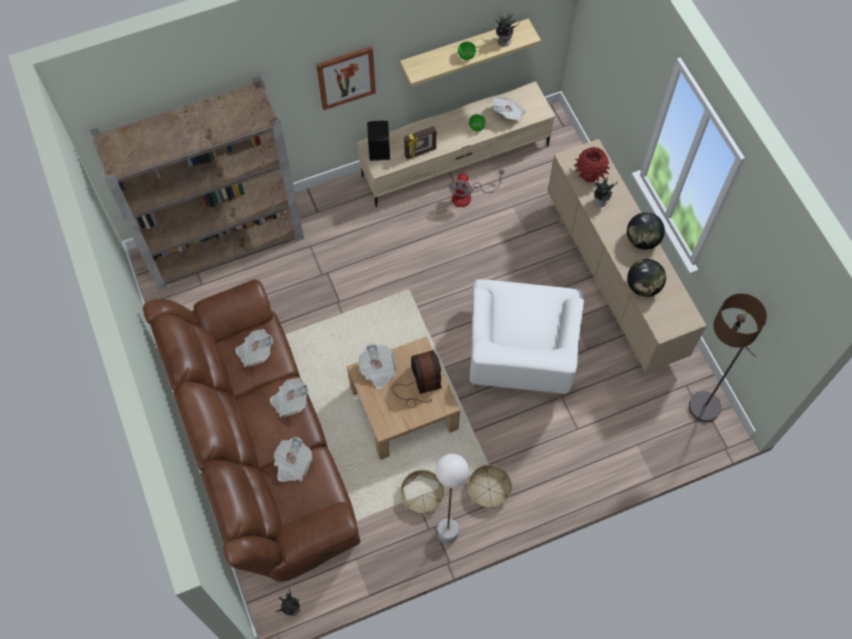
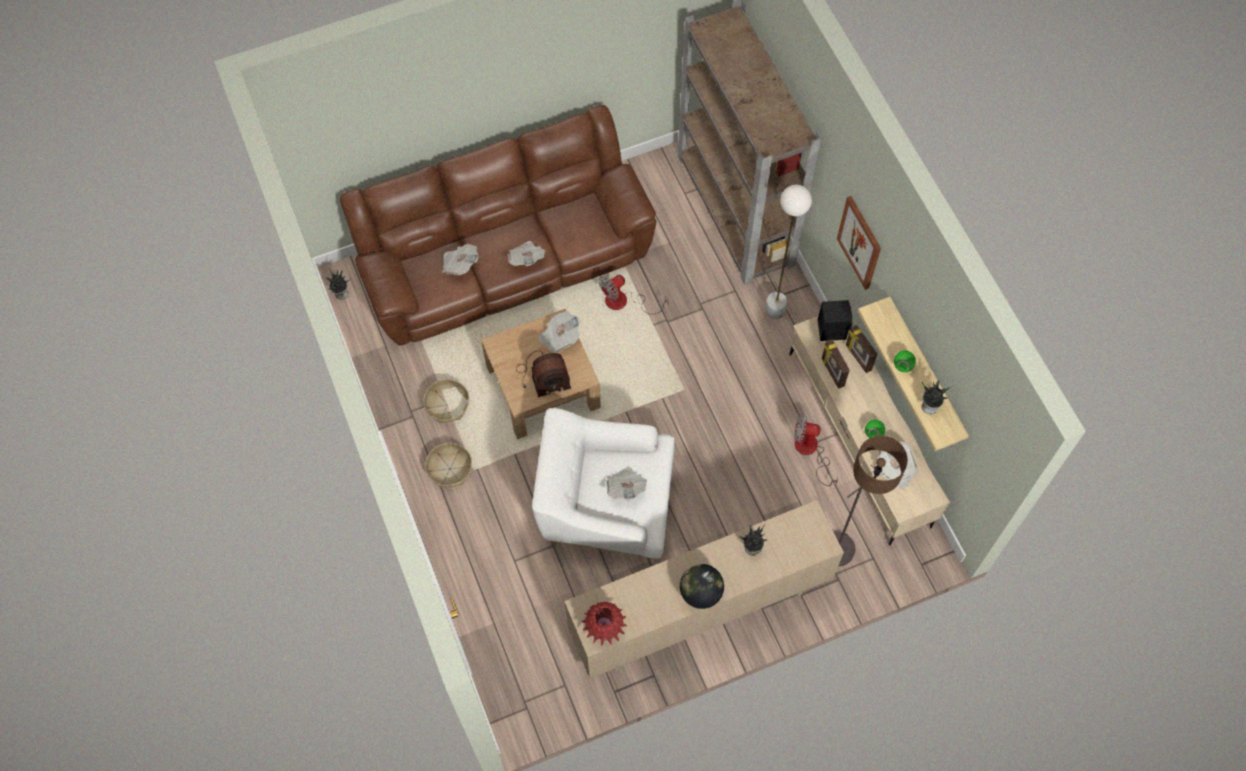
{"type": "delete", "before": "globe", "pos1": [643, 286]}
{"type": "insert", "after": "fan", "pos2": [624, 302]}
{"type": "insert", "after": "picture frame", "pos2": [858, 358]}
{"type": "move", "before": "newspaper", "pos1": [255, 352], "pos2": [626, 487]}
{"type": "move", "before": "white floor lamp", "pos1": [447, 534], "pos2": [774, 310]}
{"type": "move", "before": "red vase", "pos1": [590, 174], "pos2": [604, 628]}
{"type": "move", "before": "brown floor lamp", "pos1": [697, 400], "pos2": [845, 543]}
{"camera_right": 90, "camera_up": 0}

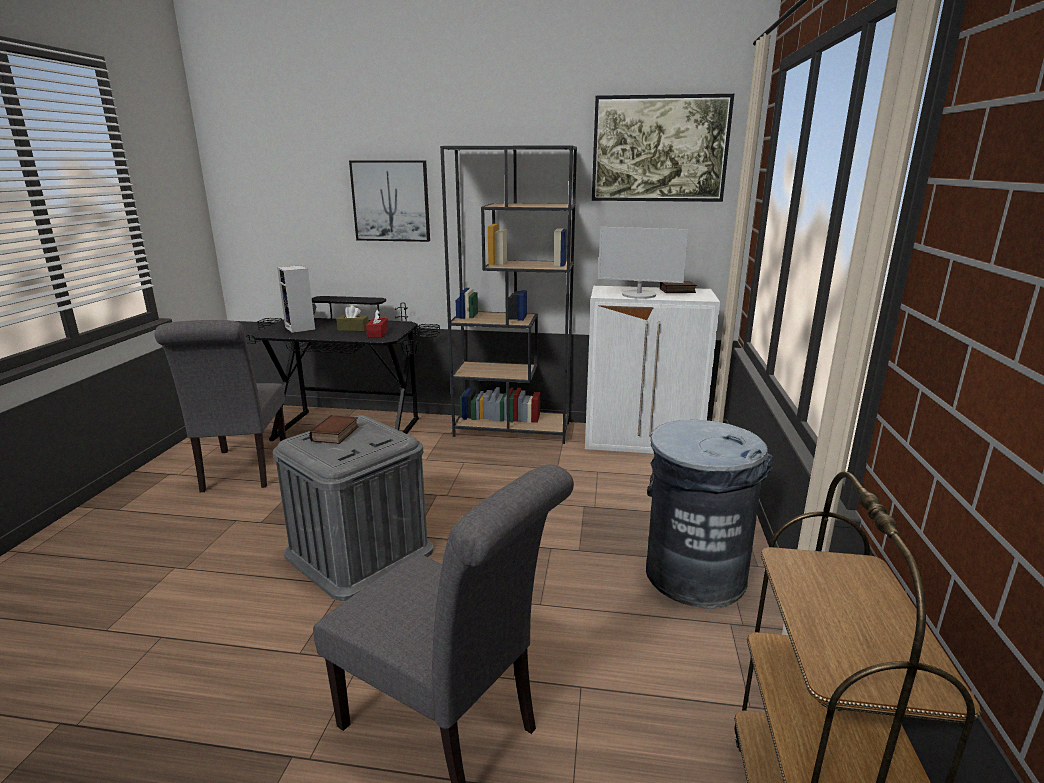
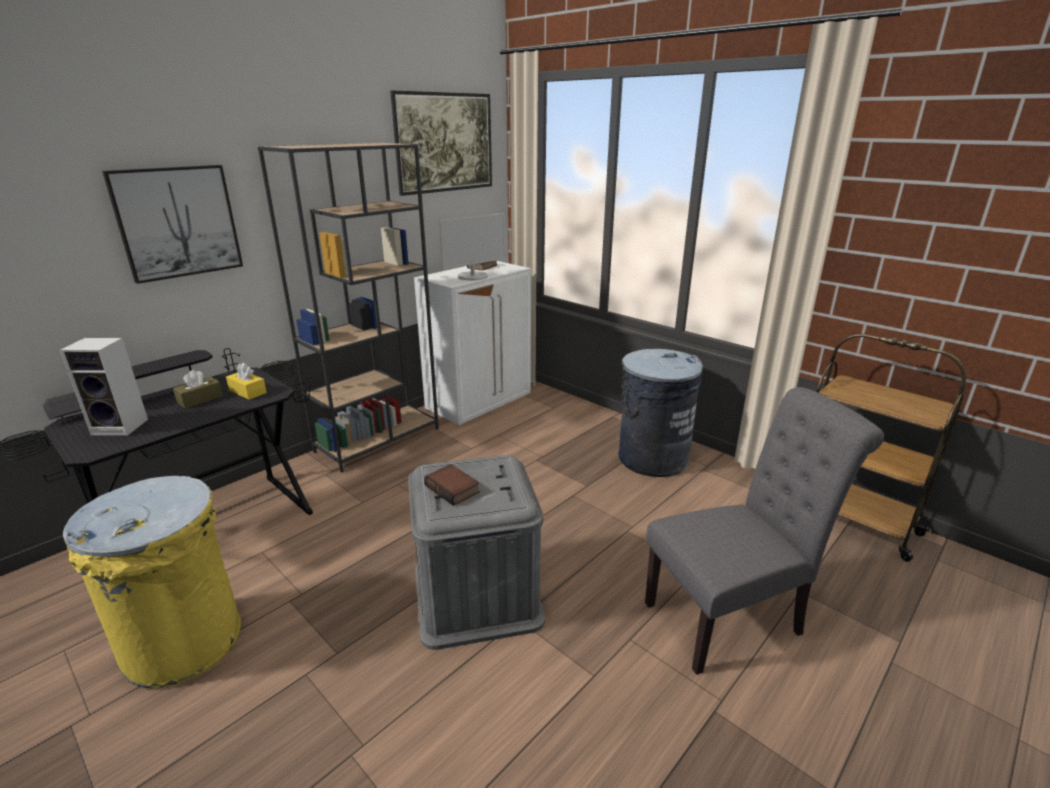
{"type": "replace", "before": "grey chair", "after": "yellow trash can", "pos1": [243, 471], "pos2": [185, 642]}
{"type": "recolor", "before": "red tissue box", "after": "yellow tissue box", "pos1": [378, 333], "pos2": [247, 392]}
{"camera_right": -55, "camera_up": 5}

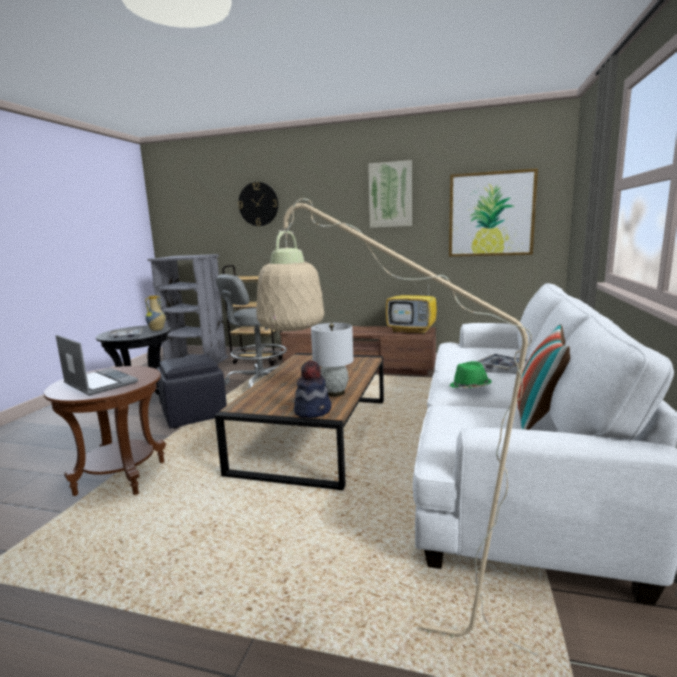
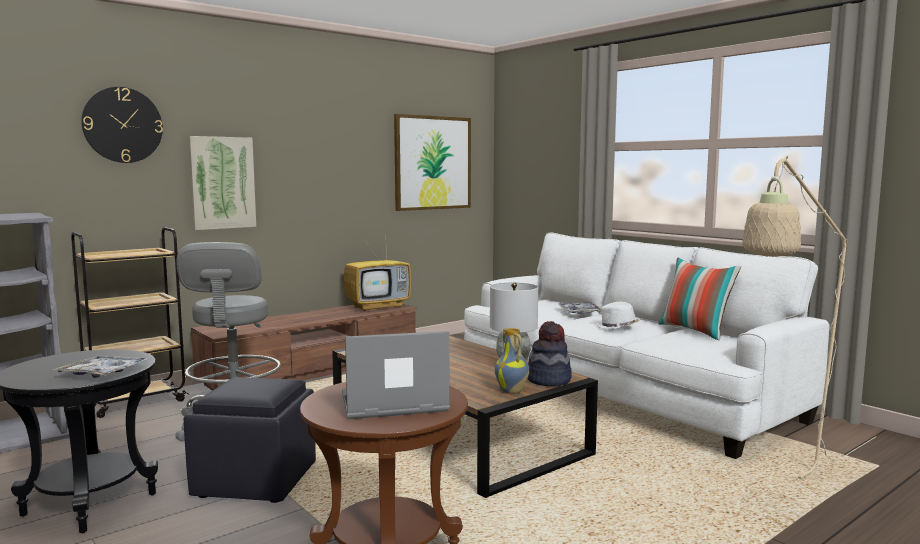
{"type": "move", "before": "vase", "pos1": [157, 330], "pos2": [512, 391]}
{"type": "move", "before": "picture", "pos1": [390, 195], "pos2": [222, 183]}
{"type": "recolor", "before": "green hat", "after": "white hat", "pos1": [469, 387], "pos2": [617, 327]}
{"camera_right": -55, "camera_up": -5}

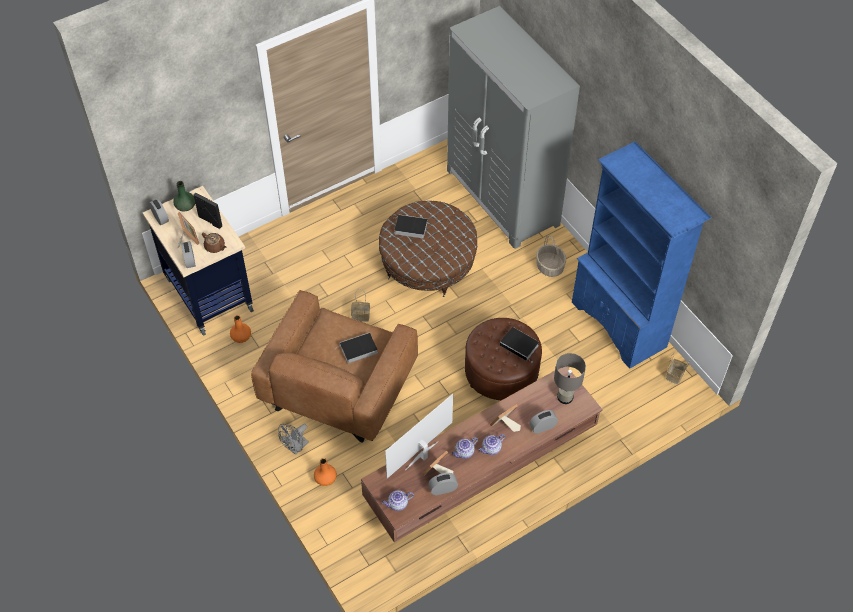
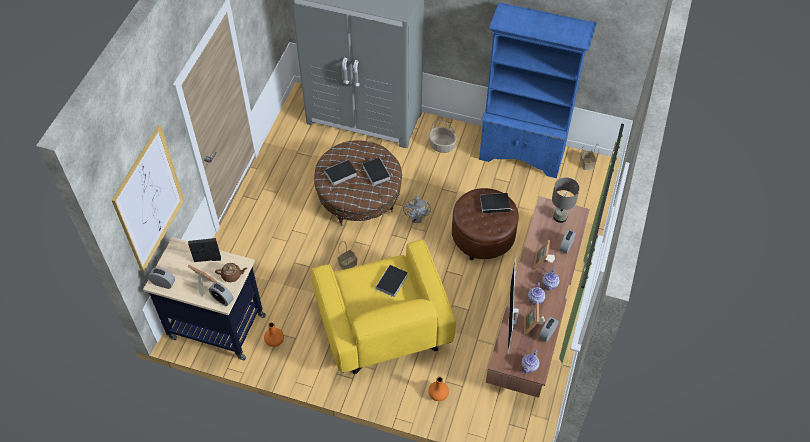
{"type": "delete", "before": "green vase", "pos1": [186, 206]}
{"type": "insert", "after": "picture", "pos2": [149, 199]}
{"type": "insert", "after": "book", "pos2": [375, 172]}
{"type": "move", "before": "grey fan", "pos1": [296, 448], "pos2": [417, 218]}
{"type": "recolor", "before": "brown armchair", "after": "yellow armchair", "pos1": [338, 388], "pos2": [383, 325]}
{"camera_right": -40, "camera_up": 0}

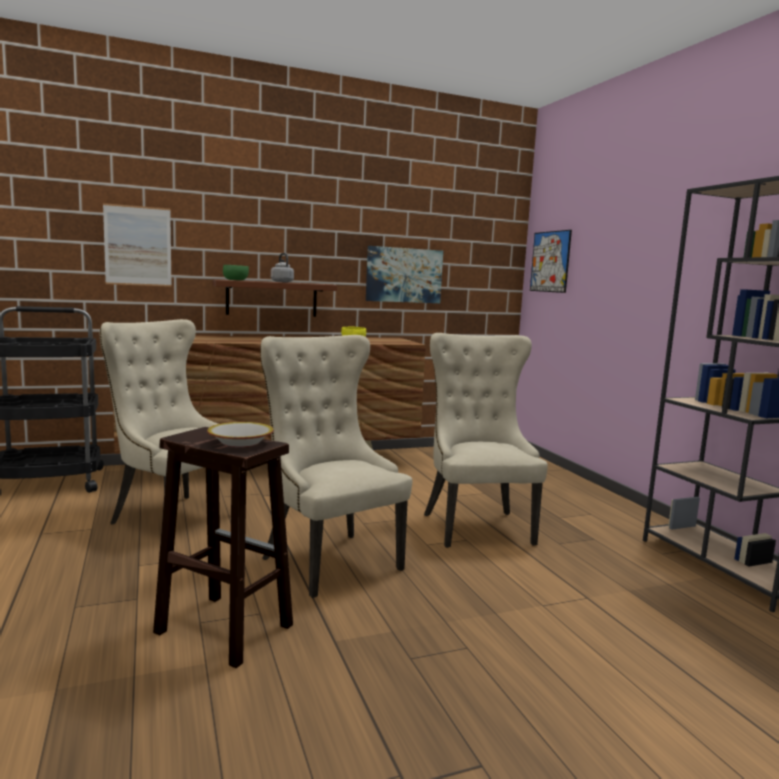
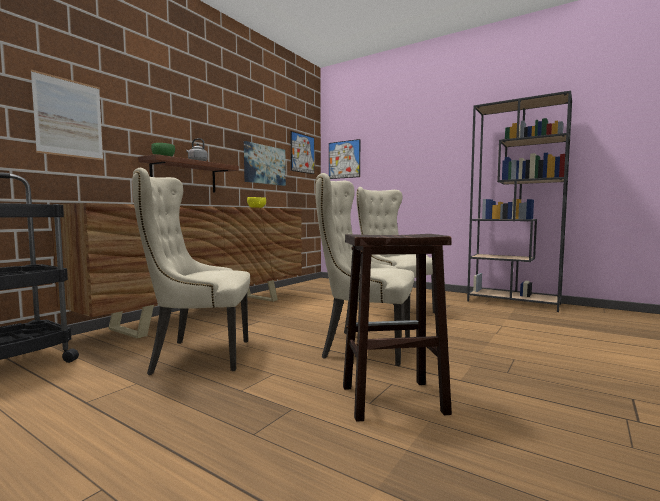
{"type": "delete", "before": "bowl", "pos1": [240, 442]}
{"type": "insert", "after": "picture", "pos2": [302, 153]}
{"camera_right": -35, "camera_up": -5}

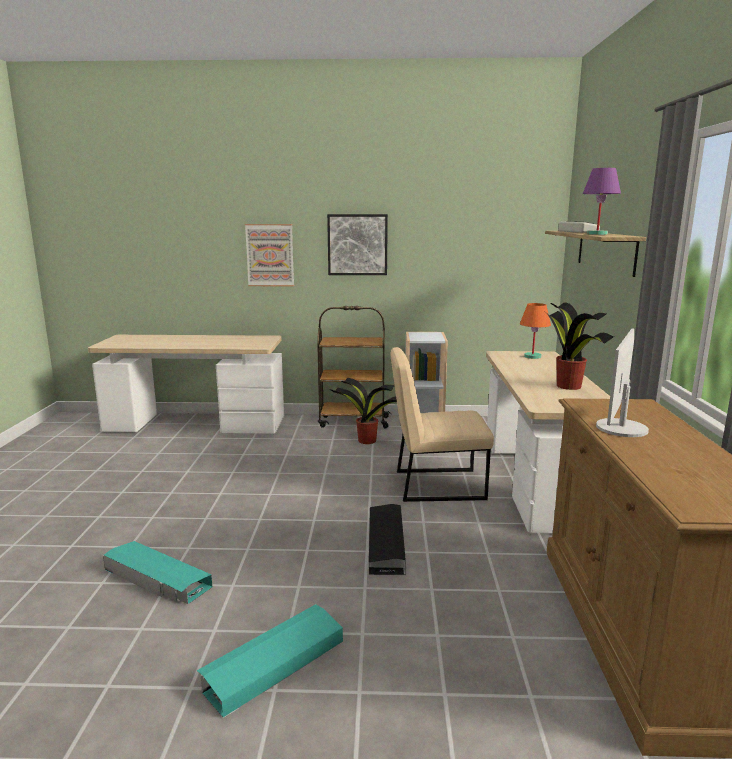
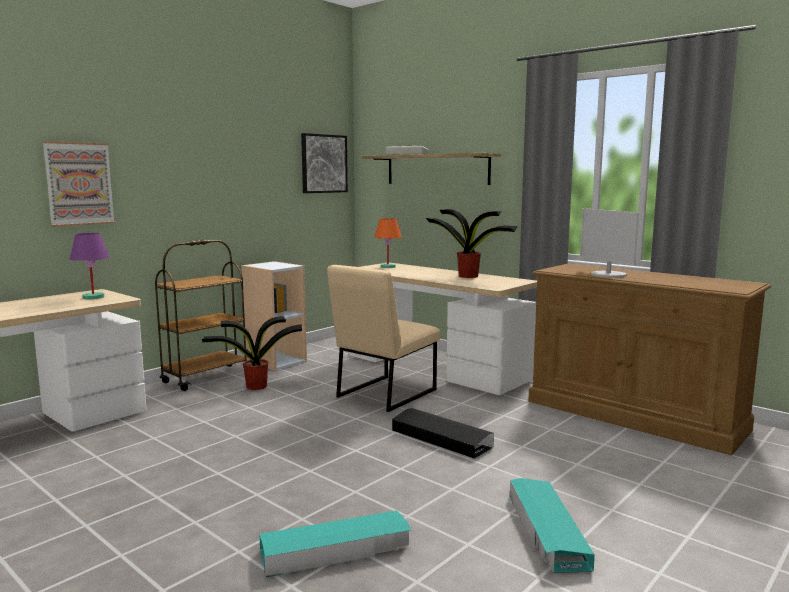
{"type": "move", "before": "picture", "pos1": [357, 244], "pos2": [323, 163]}
{"type": "move", "before": "purple table lamp", "pos1": [597, 234], "pos2": [93, 297]}
{"camera_right": -50, "camera_up": -5}

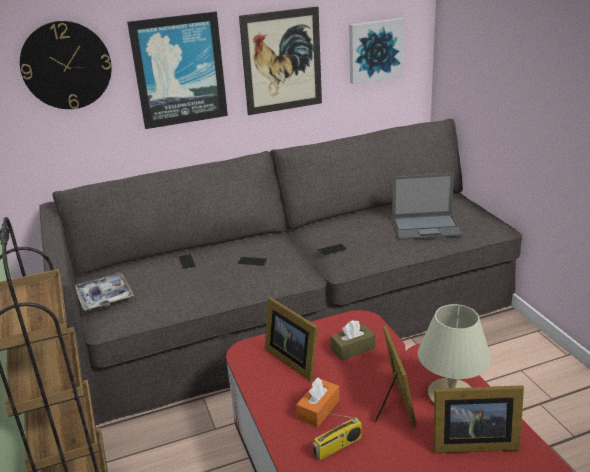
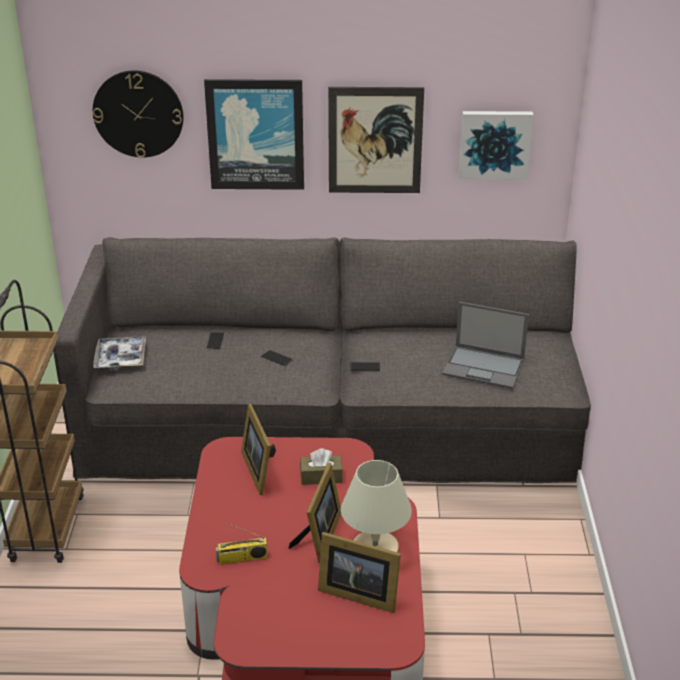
{"type": "delete", "before": "orange tissue box", "pos1": [318, 409]}
{"camera_right": 20, "camera_up": 5}

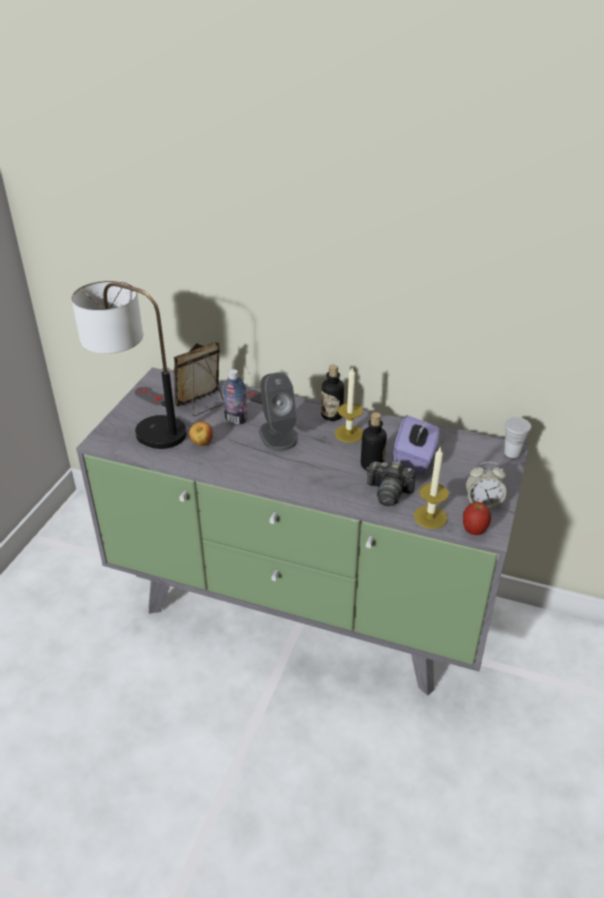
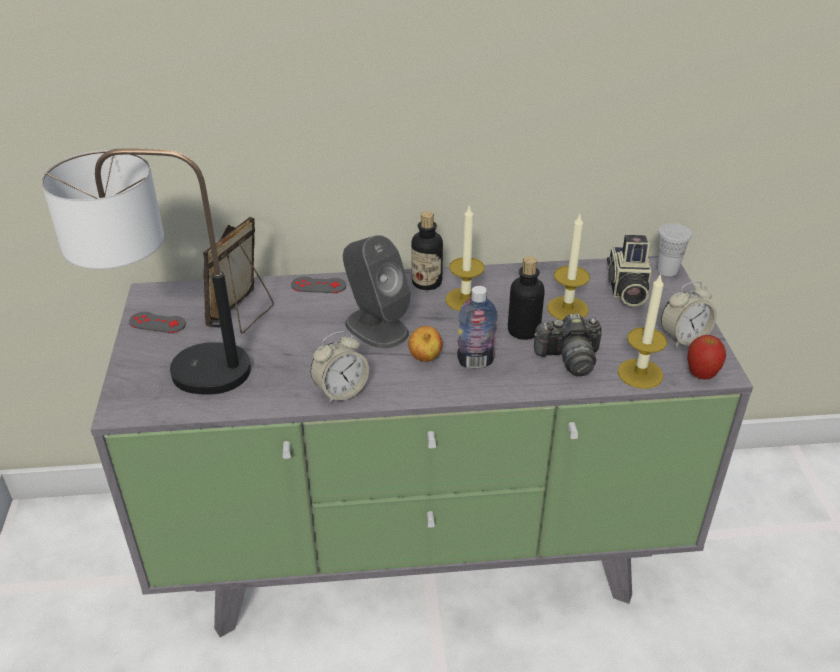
{"type": "insert", "after": "alarm clock", "pos2": [341, 391]}
{"type": "insert", "after": "photo camera", "pos2": [626, 290]}
{"type": "move", "before": "apple", "pos1": [201, 443], "pos2": [425, 359]}
{"type": "move", "before": "bottle", "pos1": [236, 420], "pos2": [475, 362]}
{"type": "replace", "before": "purple tissue box", "after": "candle", "pos1": [415, 459], "pos2": [567, 309]}
{"camera_right": -25, "camera_up": 0}

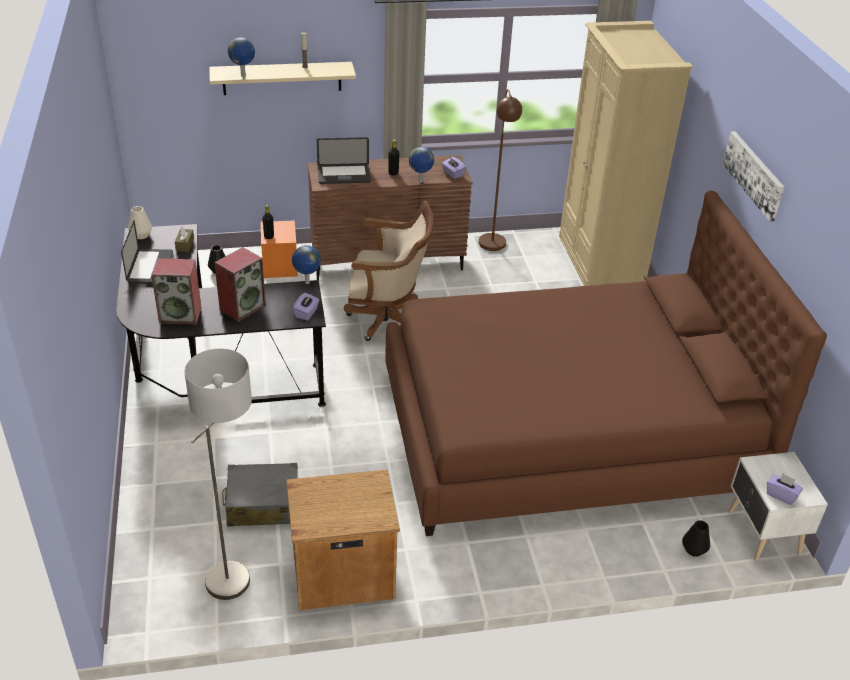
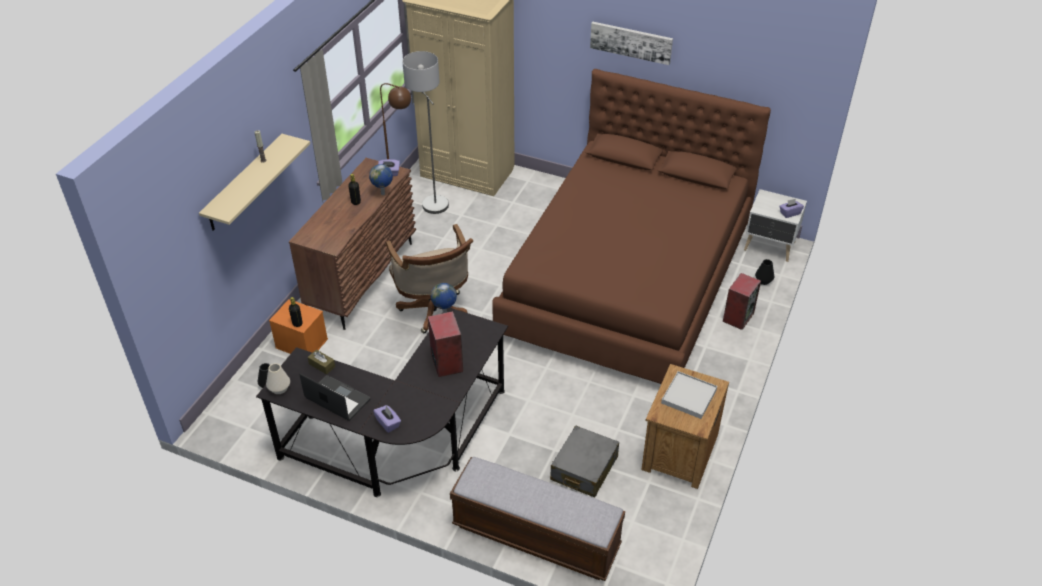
{"type": "delete", "before": "globe", "pos1": [243, 76]}
{"type": "delete", "before": "laptop", "pos1": [344, 175]}
{"type": "insert", "after": "bench", "pos2": [536, 536]}
{"type": "insert", "after": "white tray", "pos2": [689, 396]}
{"type": "move", "before": "speaker", "pos1": [181, 315], "pos2": [738, 317]}
{"type": "move", "before": "grey floor lamp", "pos1": [236, 572], "pos2": [432, 201]}
{"type": "move", "before": "purple tissue box", "pos1": [306, 313], "pos2": [388, 423]}
{"type": "rotate", "before": "office chair", "pos1": [388, 320], "pos2": [435, 312], "turn": 120}
{"camera_right": -55, "camera_up": 5}

